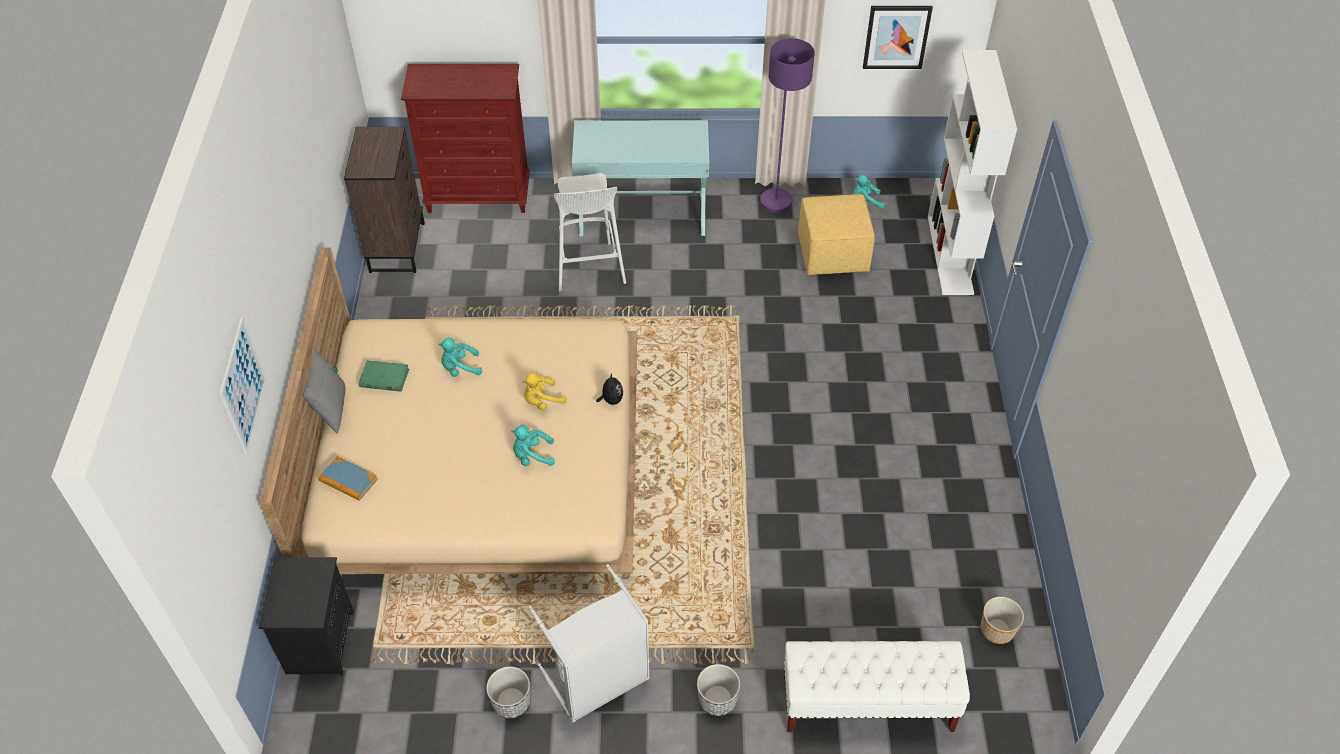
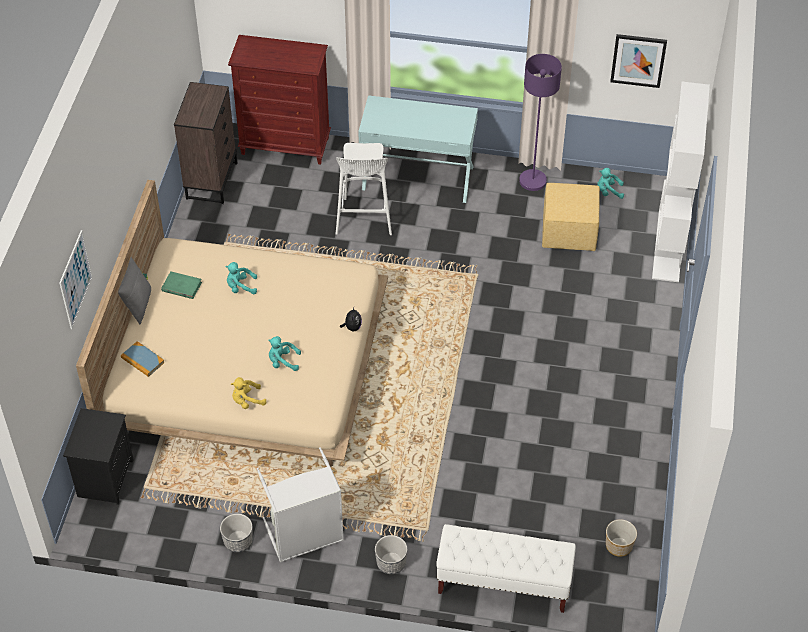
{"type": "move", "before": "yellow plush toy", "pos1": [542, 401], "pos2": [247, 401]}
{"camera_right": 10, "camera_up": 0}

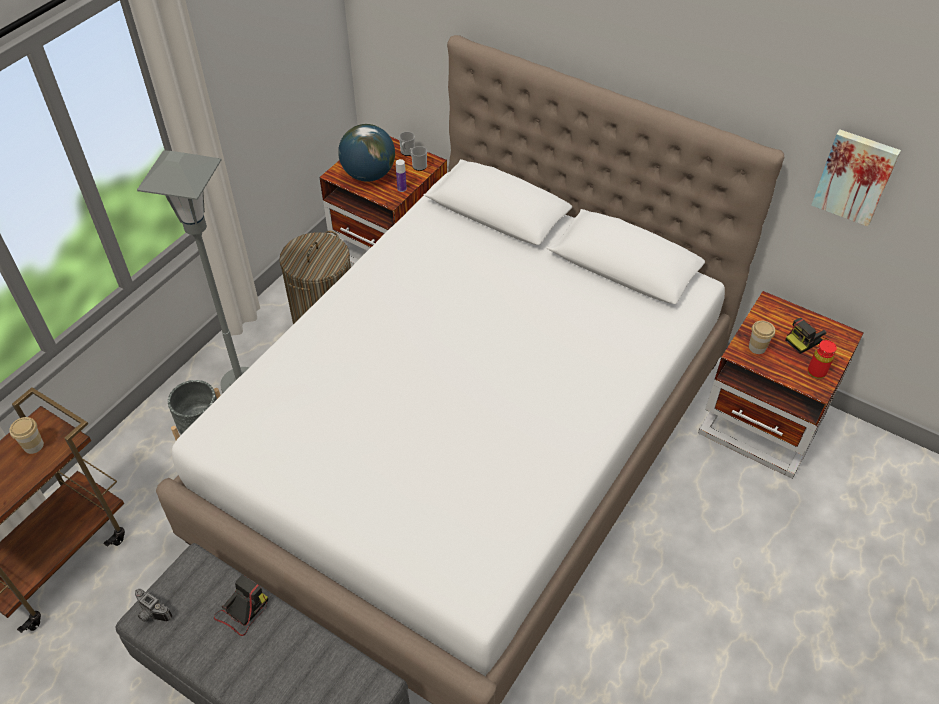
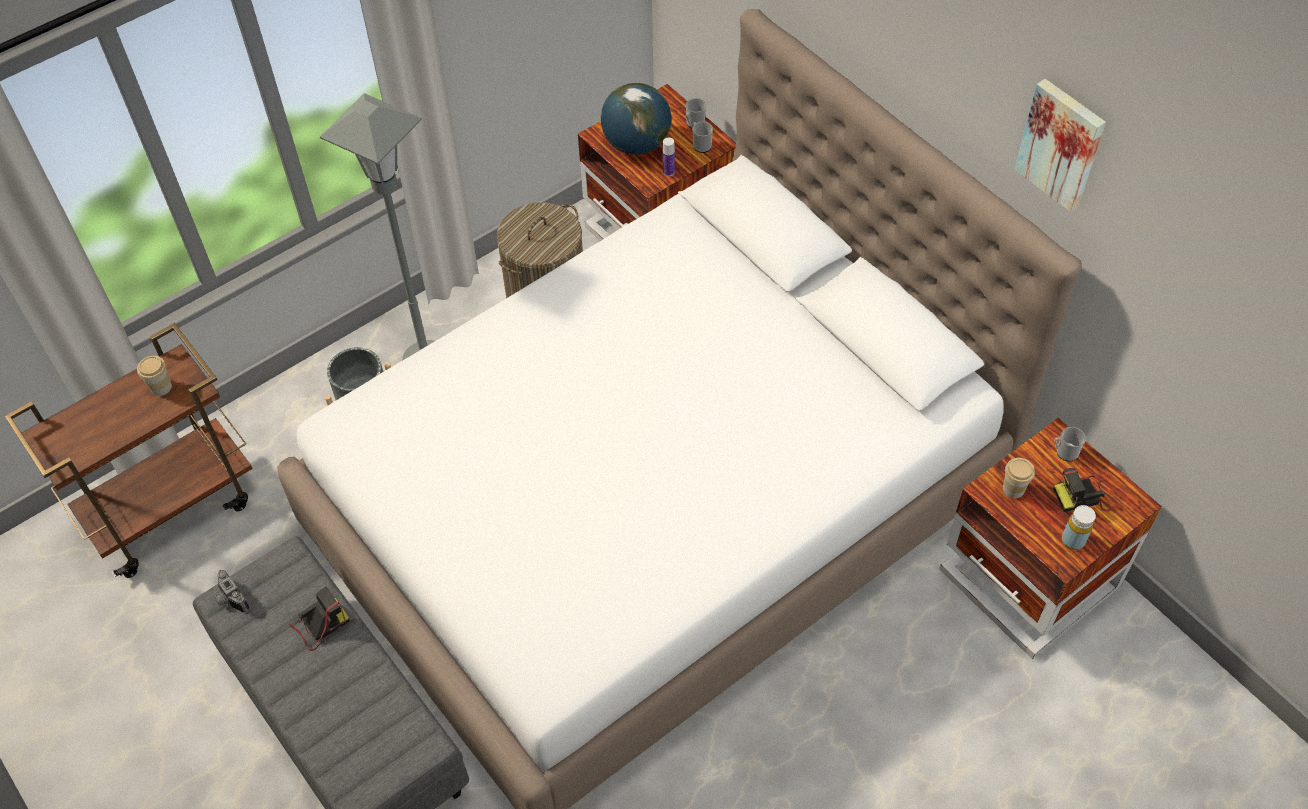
{"type": "insert", "after": "mug", "pos2": [1064, 452]}
{"type": "move", "before": "picture", "pos1": [855, 176], "pos2": [1062, 144]}
{"type": "recolor", "before": "red bottle", "after": "yellow bottle", "pos1": [816, 372], "pos2": [1073, 540]}
{"camera_right": 20, "camera_up": 5}

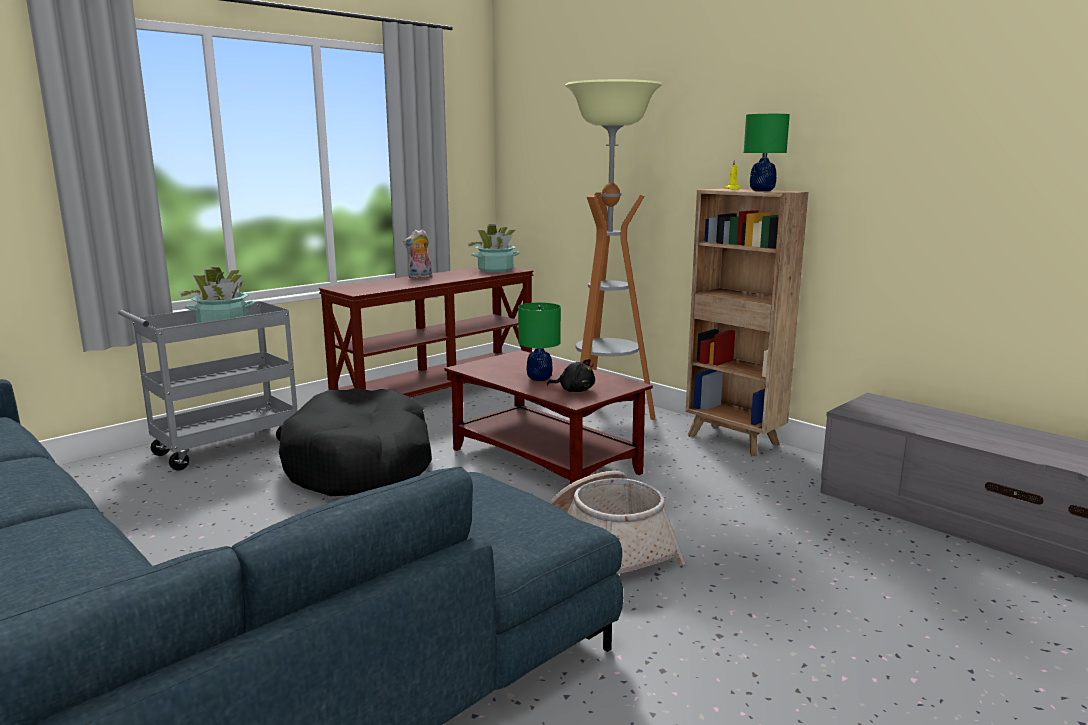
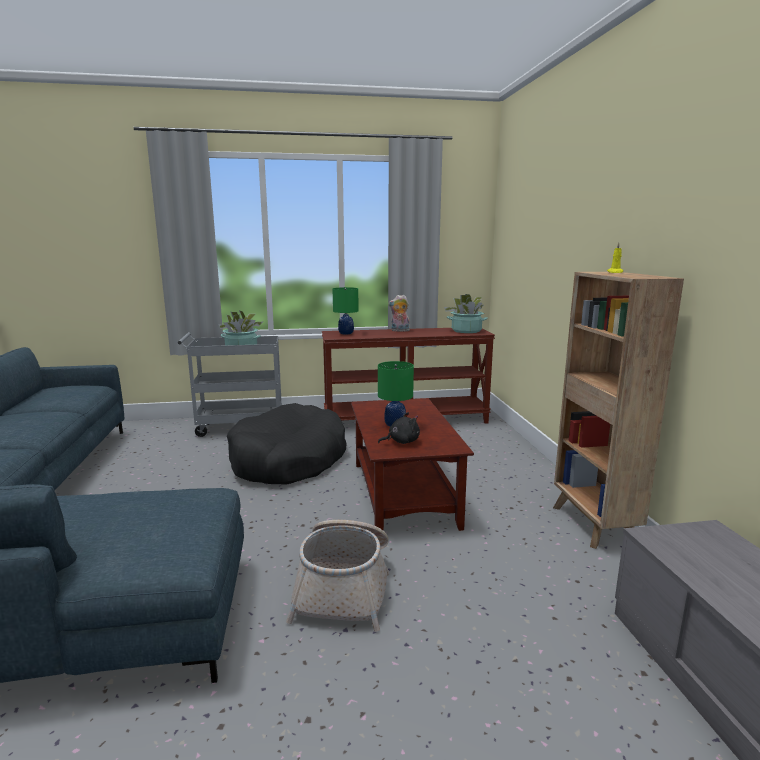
{"type": "delete", "before": "floor lamp", "pos1": [606, 415]}
{"type": "move", "before": "green table lamp", "pos1": [762, 191], "pos2": [346, 333]}
{"type": "rotate", "before": "black plush toy", "pos1": [574, 390], "pos2": [401, 442], "turn": -75}
{"camera_right": 35, "camera_up": 0}

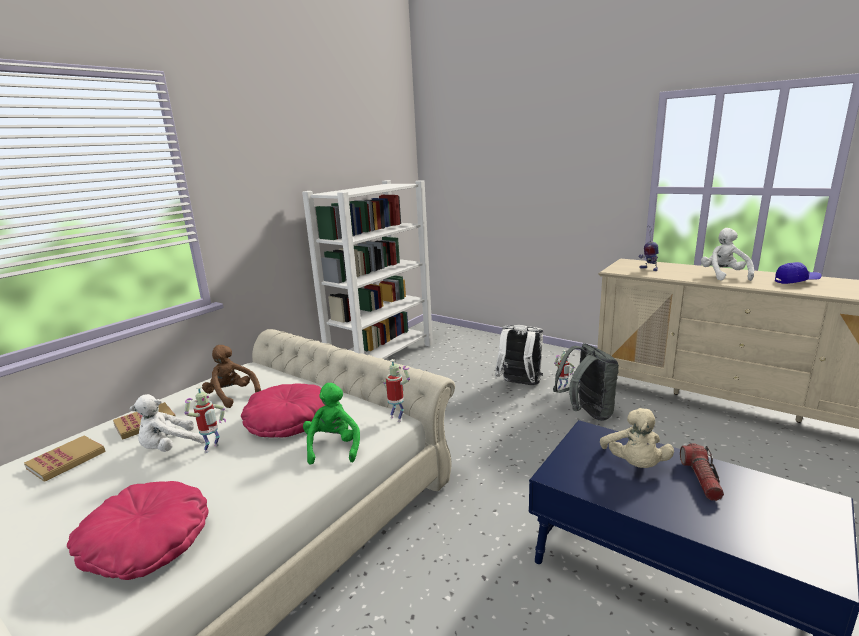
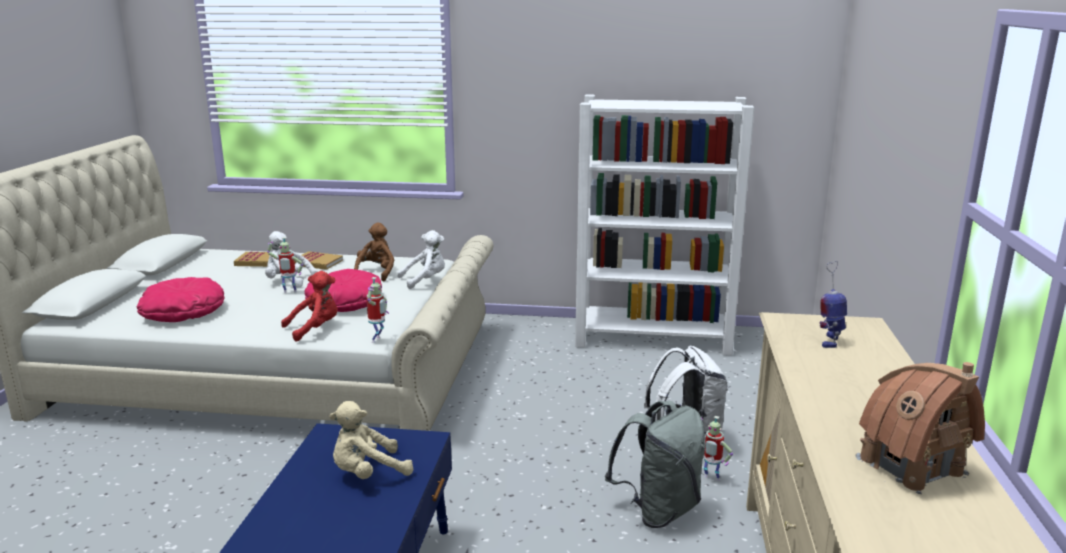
{"type": "delete", "before": "flashlight", "pos1": [701, 478]}
{"type": "move", "before": "white plush toy", "pos1": [723, 276], "pos2": [425, 280]}
{"type": "replace", "before": "blue cap", "after": "toy house", "pos1": [796, 281], "pos2": [911, 466]}
{"type": "recolor", "before": "green plush toy", "after": "red plush toy", "pos1": [333, 447], "pos2": [315, 329]}
{"camera_right": 60, "camera_up": 0}

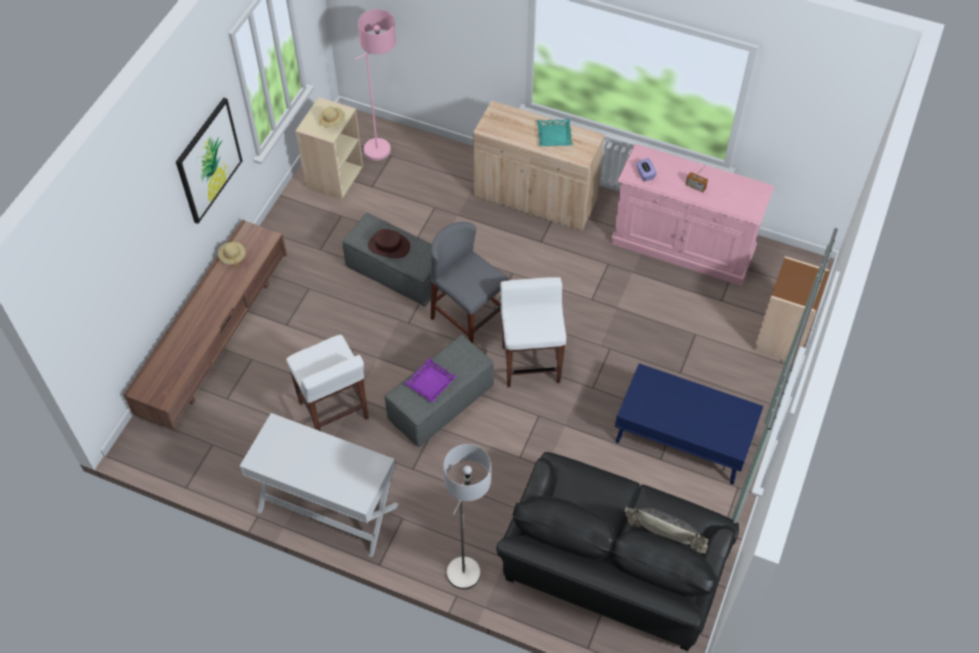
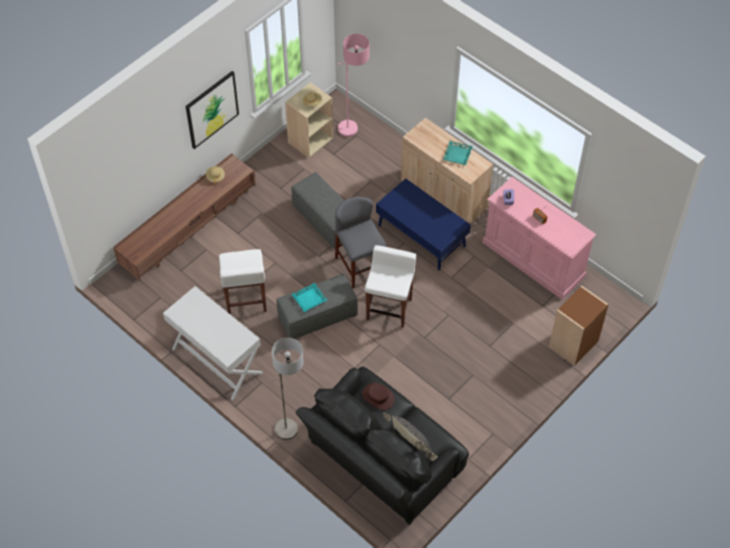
{"type": "move", "before": "brown hat", "pos1": [389, 246], "pos2": [378, 397]}
{"type": "move", "before": "blue coffee table", "pos1": [682, 438], "pos2": [421, 235]}
{"type": "recolor", "before": "purple tray", "after": "turquoise tray", "pos1": [430, 382], "pos2": [309, 299]}
{"camera_right": 20, "camera_up": 0}

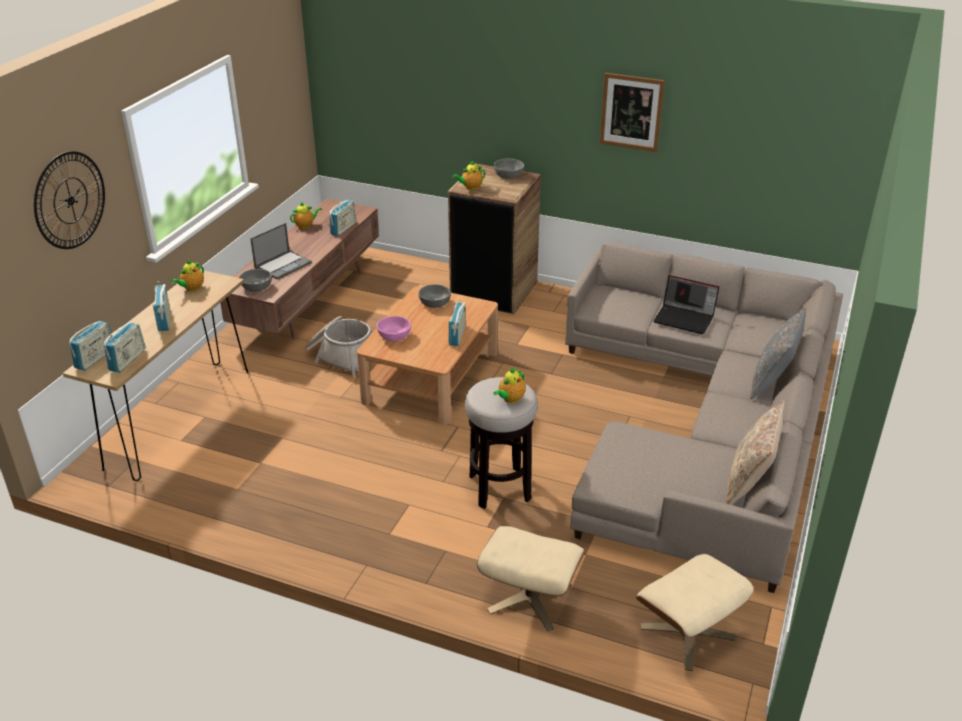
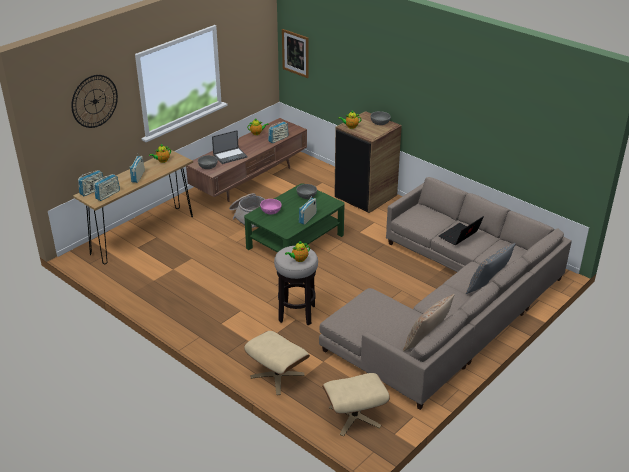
{"type": "move", "before": "picture", "pos1": [631, 112], "pos2": [295, 53]}
{"type": "recolor", "before": "brown coffee table", "after": "green coffee table", "pos1": [431, 377], "pos2": [295, 241]}
{"type": "rotate", "before": "laptop", "pos1": [685, 318], "pos2": [459, 236], "turn": 90}
{"camera_right": 20, "camera_up": 0}

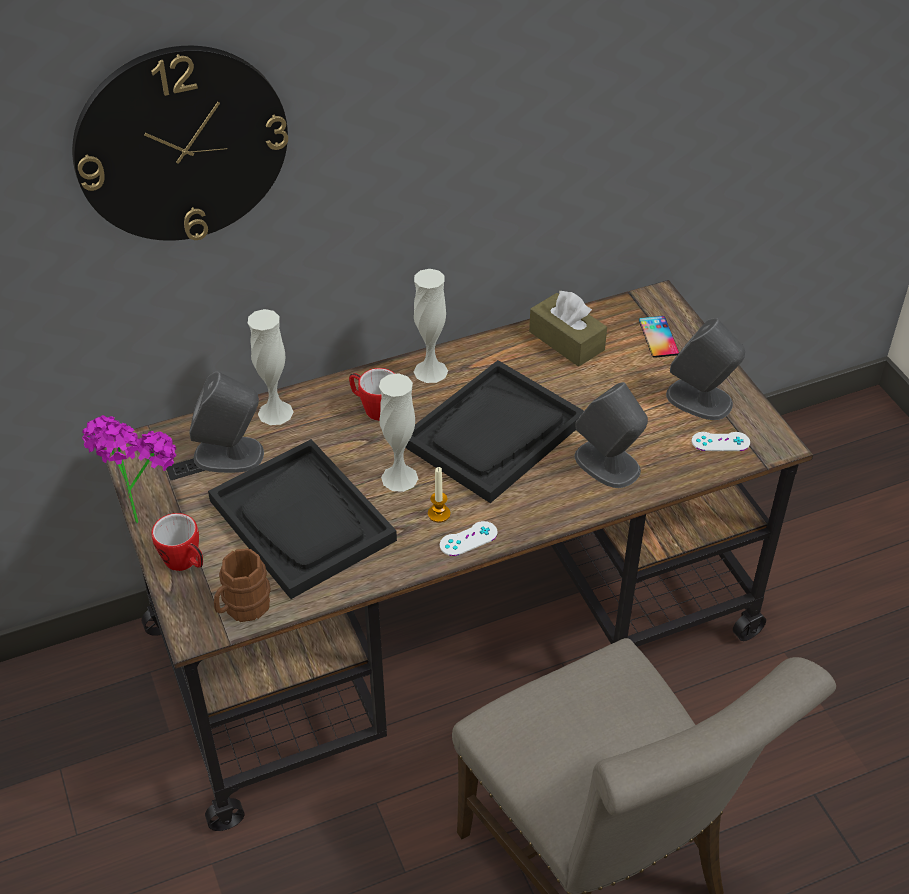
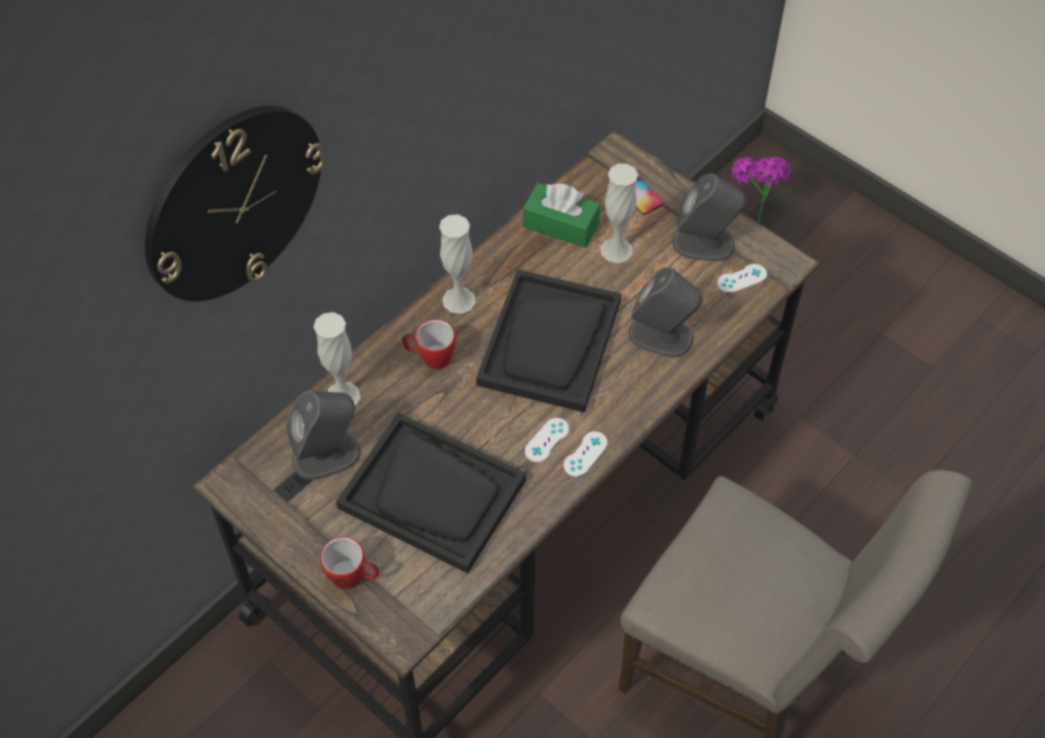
{"type": "delete", "before": "brown mug", "pos1": [242, 607]}
{"type": "move", "before": "potted plant", "pos1": [140, 509], "pos2": [752, 214]}
{"type": "move", "before": "white vase", "pos1": [399, 478], "pos2": [616, 250]}
{"type": "replace", "before": "candle", "after": "white game controller", "pos1": [439, 514], "pos2": [547, 440]}
{"type": "recolor", "before": "brown tissue box", "after": "green tissue box", "pos1": [566, 341], "pos2": [561, 225]}
{"camera_right": -25, "camera_up": 10}

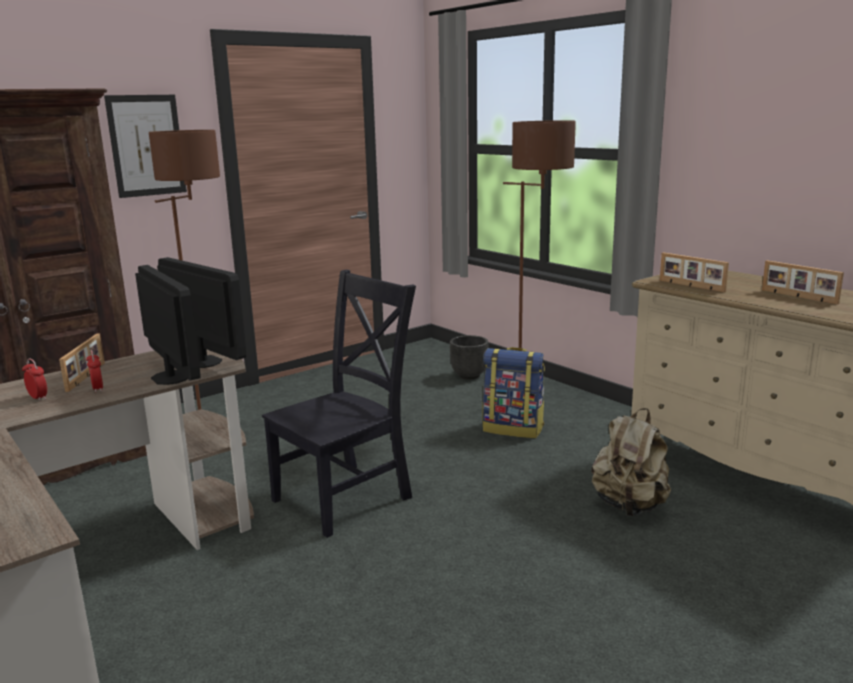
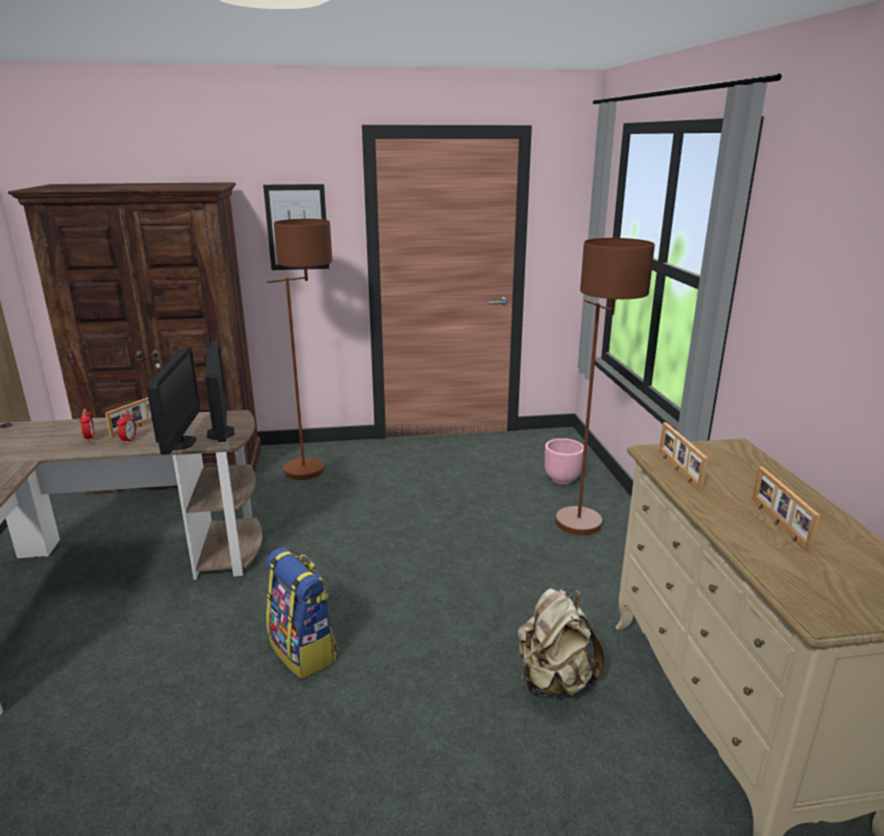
{"type": "delete", "before": "black chair", "pos1": [347, 497]}
{"type": "move", "before": "backpack", "pos1": [513, 428], "pos2": [304, 651]}
{"type": "recolor", "before": "black planter", "after": "pink planter", "pos1": [469, 375], "pos2": [562, 479]}
{"camera_right": 30, "camera_up": 5}

